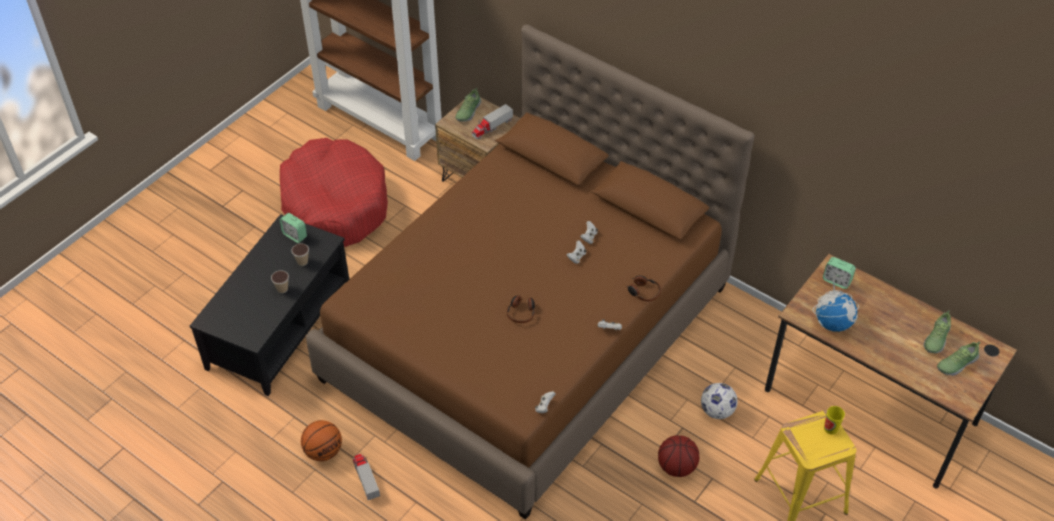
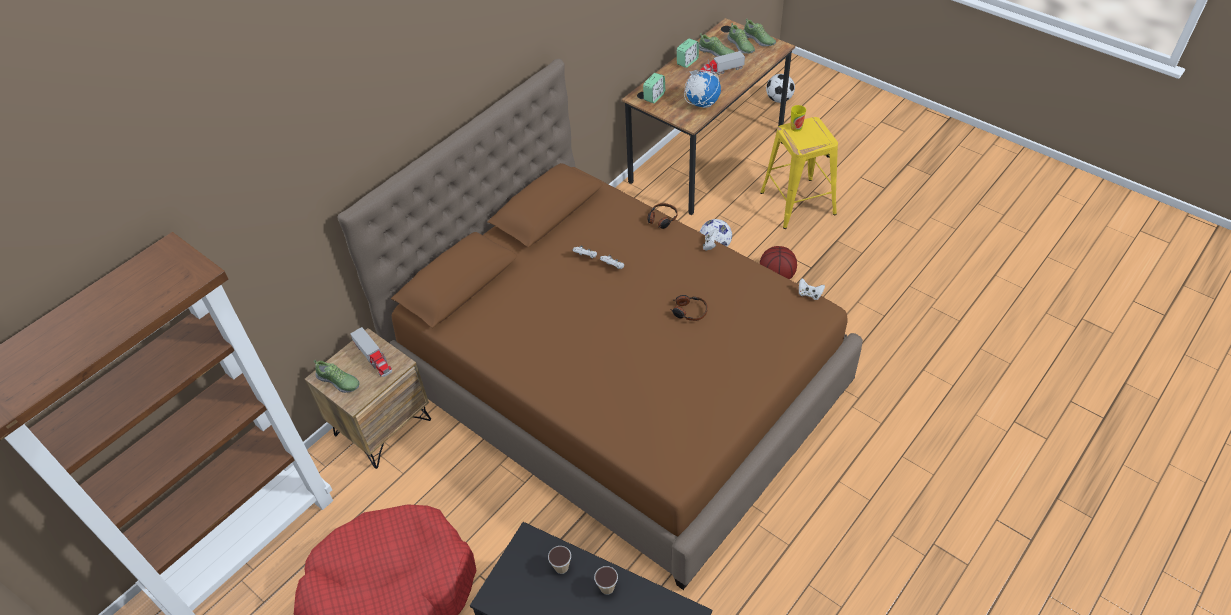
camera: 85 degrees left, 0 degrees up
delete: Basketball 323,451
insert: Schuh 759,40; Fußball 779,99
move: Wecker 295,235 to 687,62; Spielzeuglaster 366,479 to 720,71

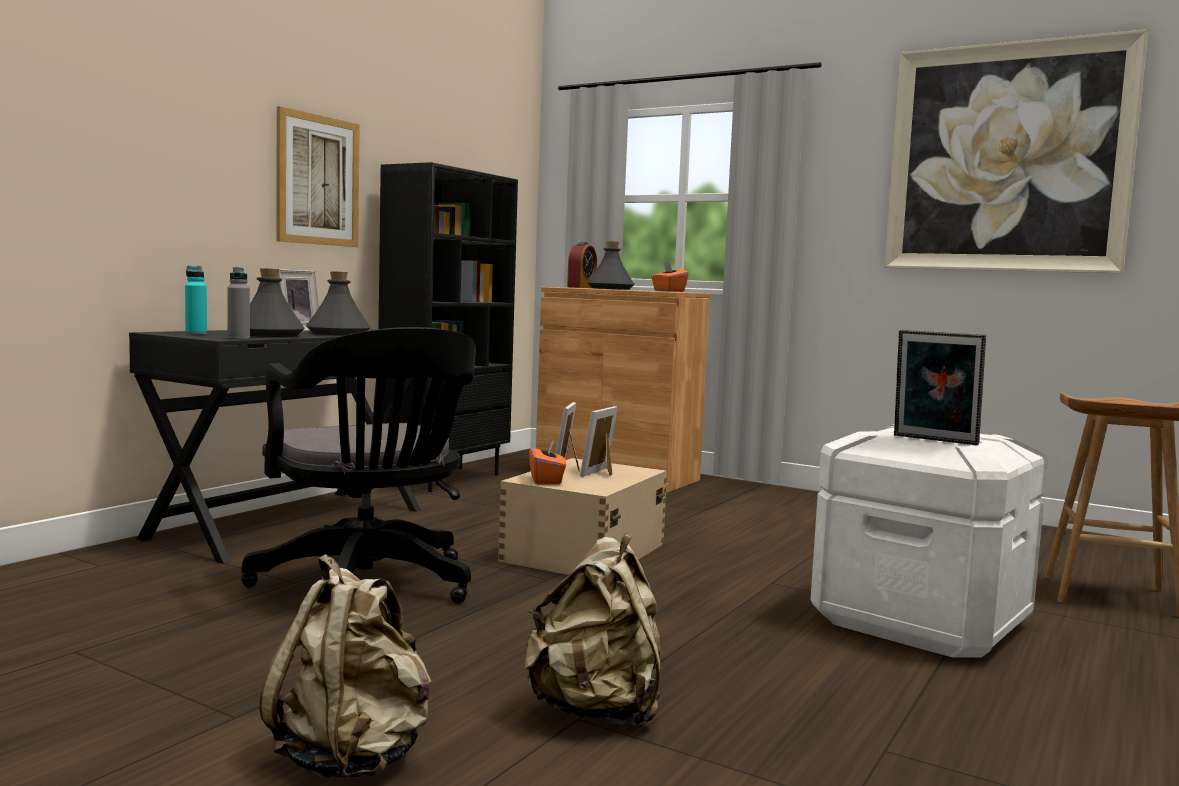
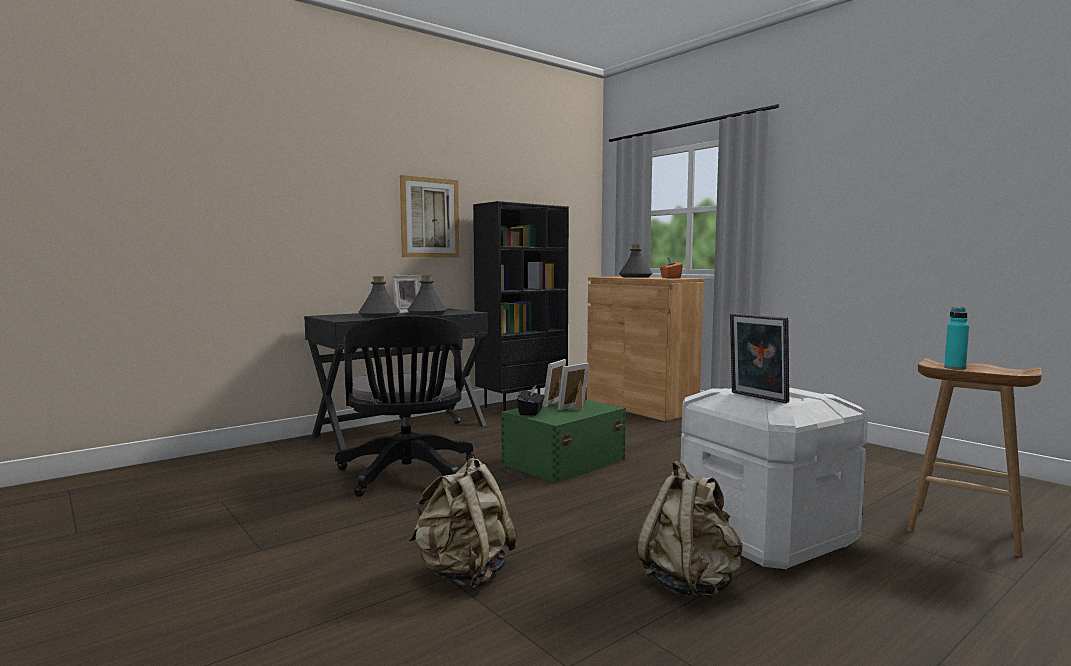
camera: 20 degrees right, 0 degrees up
delete: Flasche (grau) 238,338; Wecker 581,287; Bild 1007,158
move: Flasche (türkis) 196,333 to 955,368; Rucksack (beige) 353,757 to 690,584
recolor: Aufbewahrungsbox (beige) 582,552 to Aufbewahrungsbox (grün) 562,462; Taschentuchbox (orange) 546,480 to Taschentuchbox (schwarz) 531,412

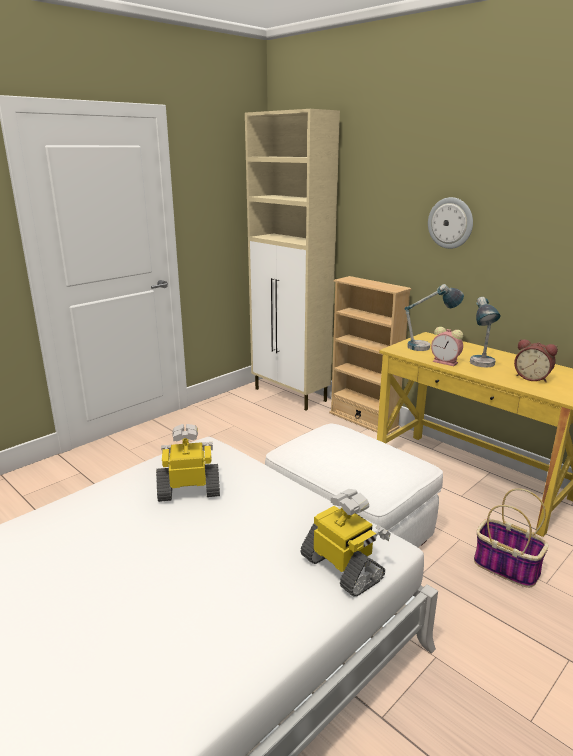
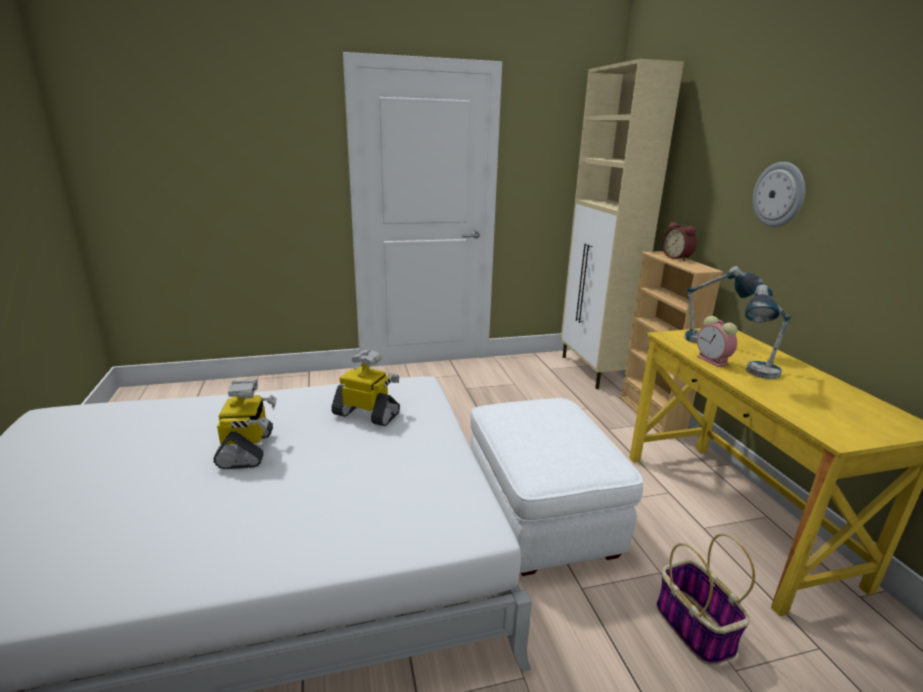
camera: 30 degrees right, 0 degrees up
move: Spielzeugroboter 343,568 to 248,449; Wecker 532,377 to 678,258

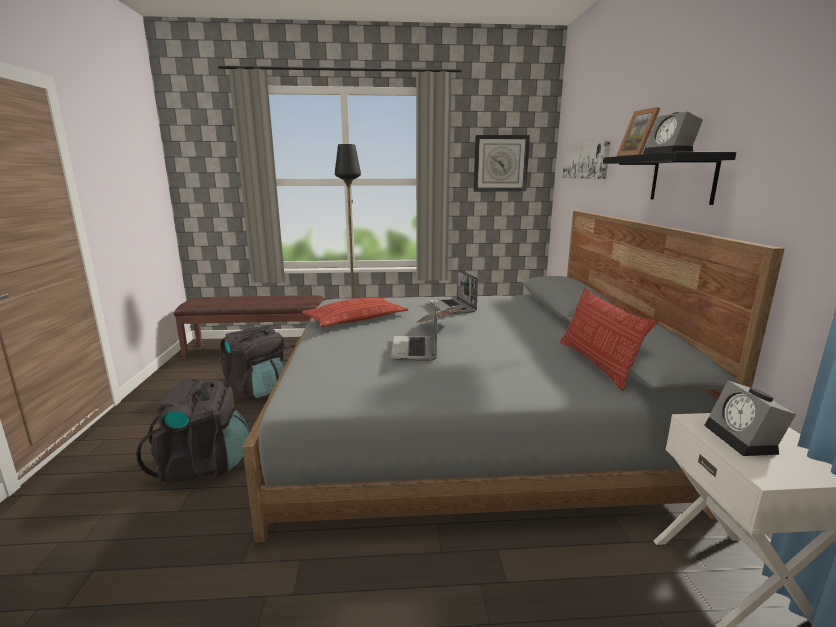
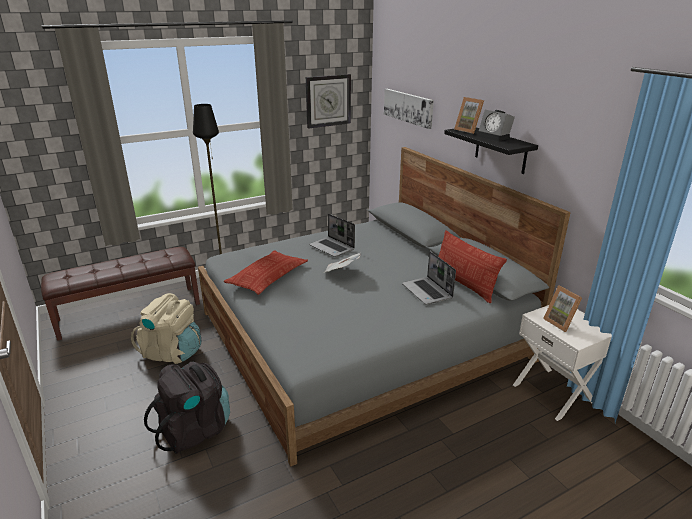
camera: 25 degrees left, 10 degrees up
move: Laptop 415,349 to 427,292
replace: Wecker 744,440 to Bilderrahmen 561,322
recolor: Rucksack (schwarz) 258,389 to Rucksack (beige) 172,352

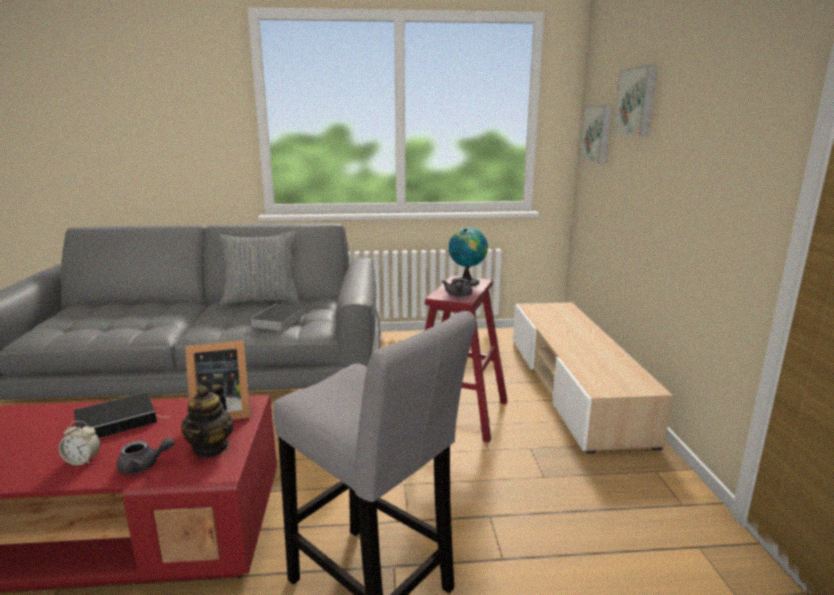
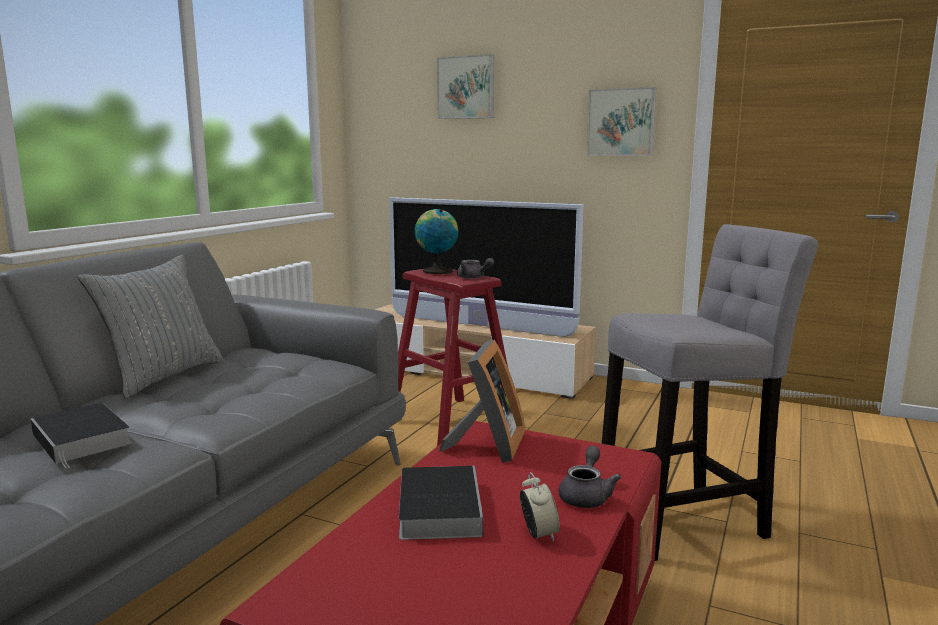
camera: 60 degrees left, 5 degrees down
delete: Teekanne 211,447
insert: Fernseher 479,326
move: Buch 278,321 to 83,439; Bild 597,134 to 621,122
rotate: Wecker 83,460 = 538,534 45 degrees counterclockwise

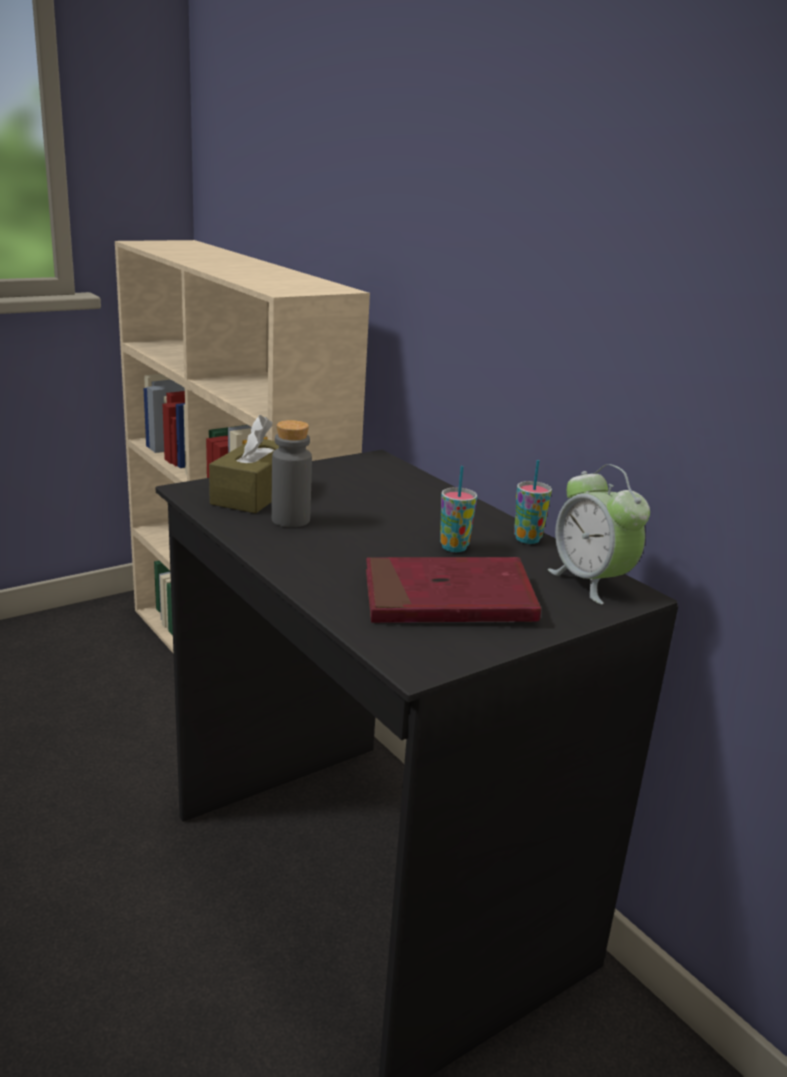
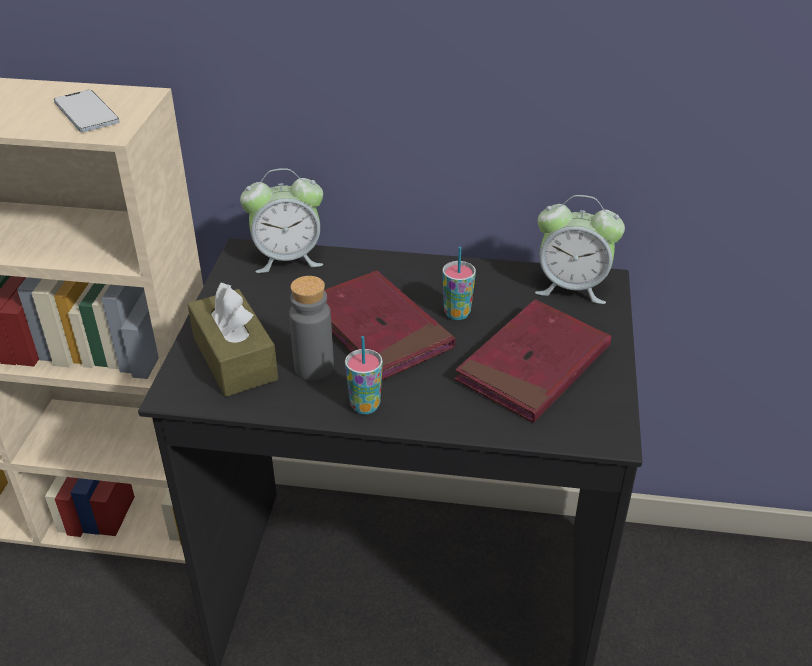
camera: 45 degrees left, 15 degrees up
insert: Handy 86,113; Wecker 287,258; Buch (rot) 378,329
move: Tasse 527,539 to 365,406

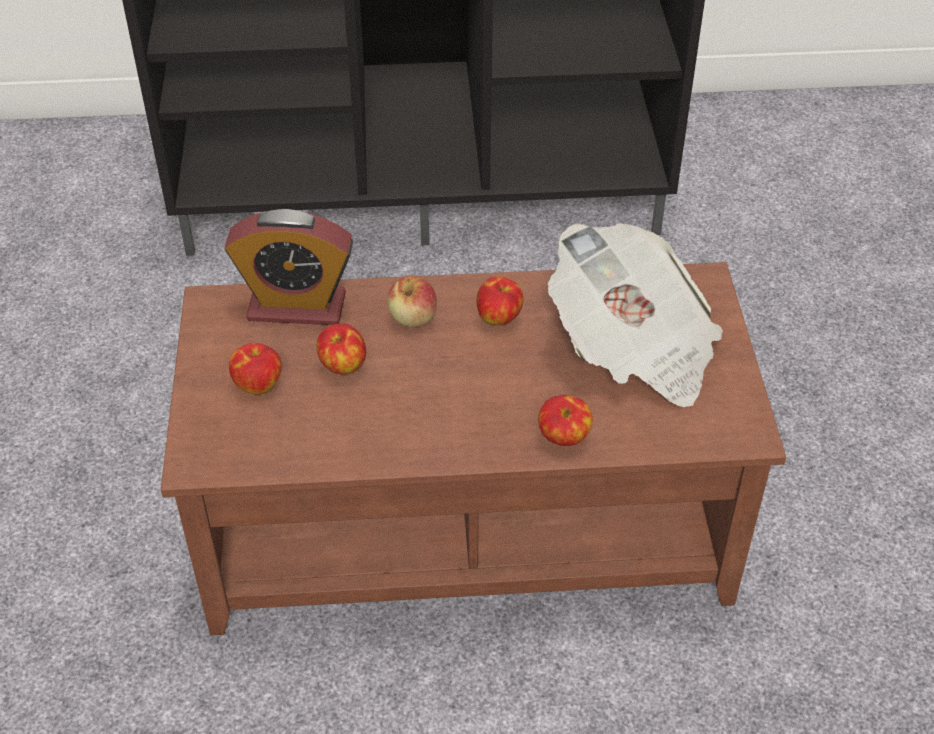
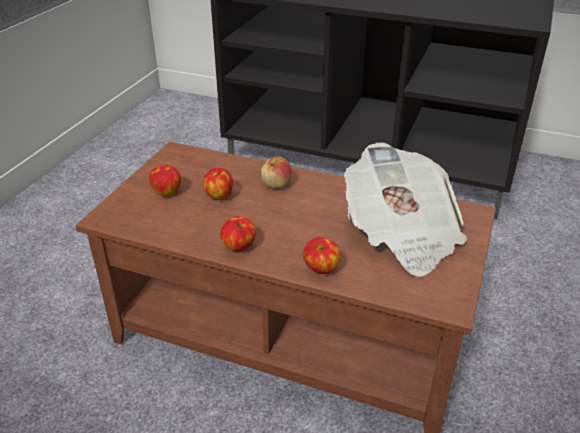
camera: 25 degrees right, 10 degrees down
delete: Wecker 296,307
move: Apfel 499,318 to 239,247

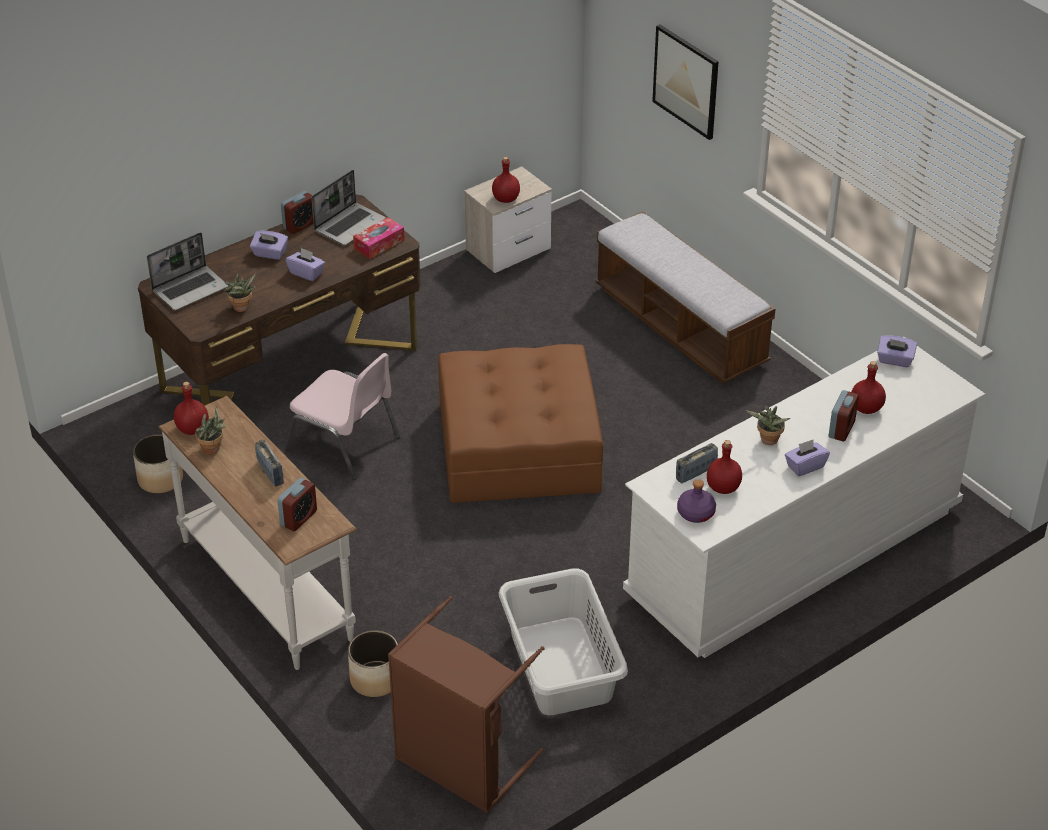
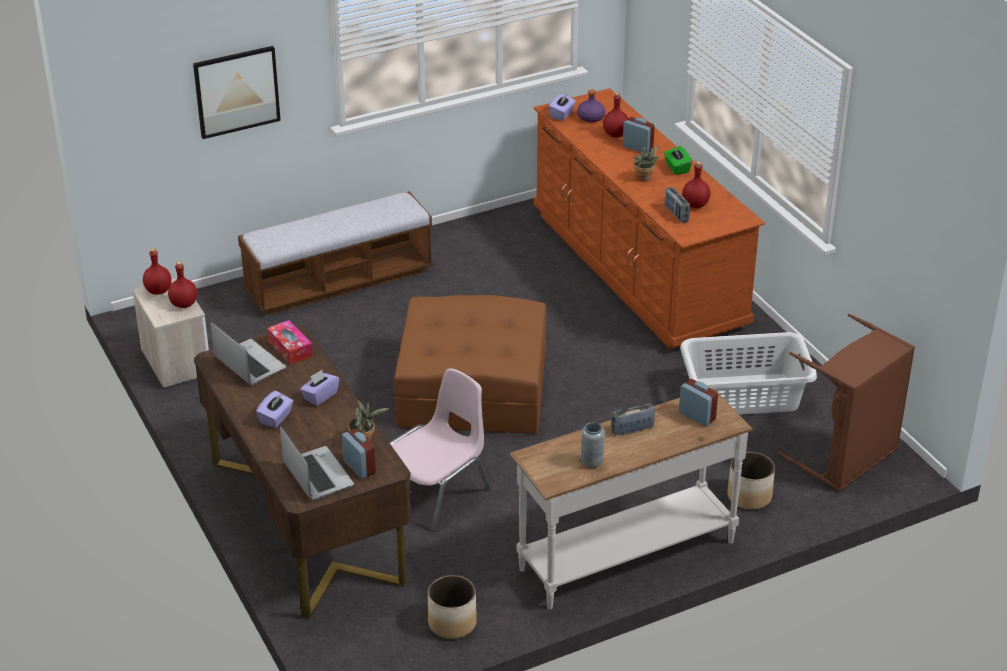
camera: 80 degrees left, 5 degrees down
move: Flasche (rot) 192,428 to 158,290; Wecker 299,225 to 359,467; Flasche (lila) 695,512 to 590,118
replace: Topfpflanze 213,449 to Vase (grau) 592,462
recolor: Kommode (weiß) 794,552 to Kommode (braun) 637,269; Taschentuchbox (lila) 805,466 to Taschentuchbox (grün) 677,168

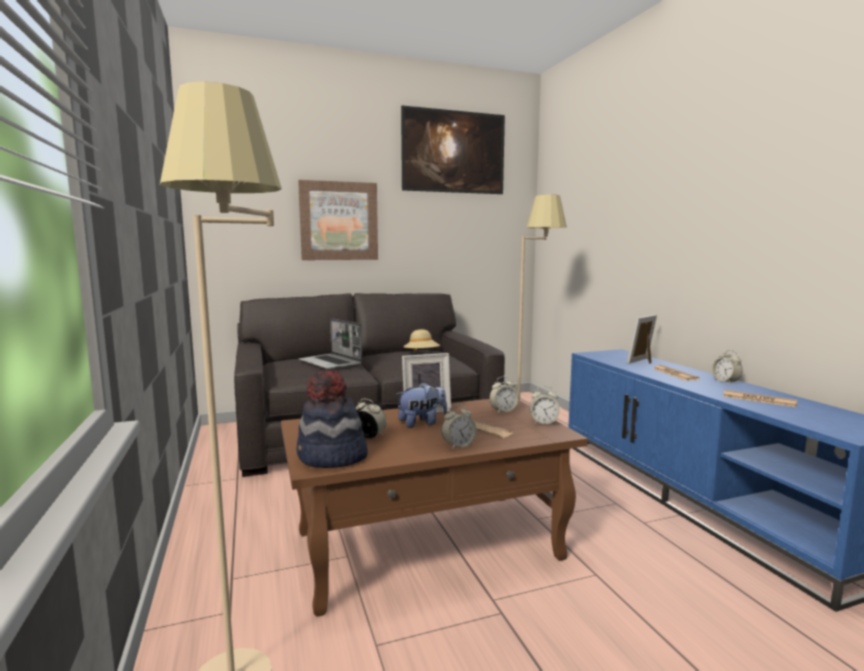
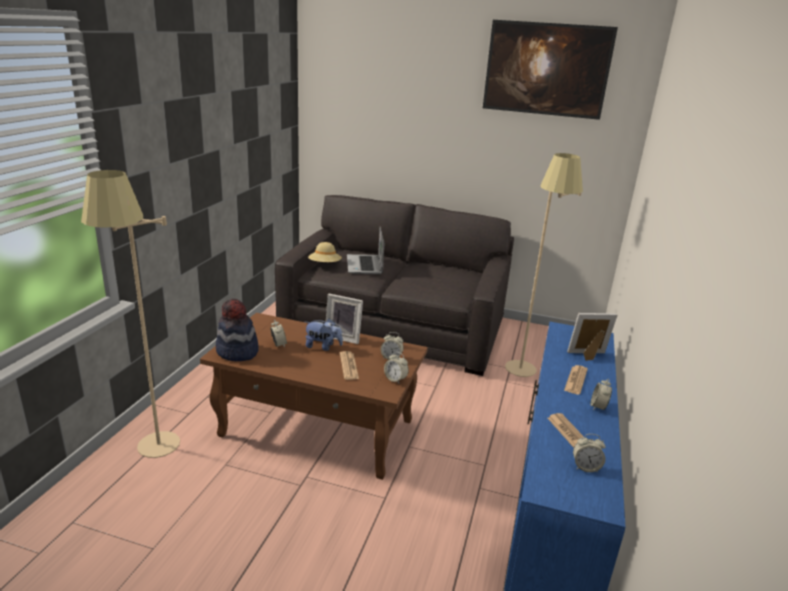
camera: 35 degrees right, 15 degrees up
delete: Bild 339,221
move: Hut (beige) 422,355 to 325,265; Wecker 458,446 to 585,467

